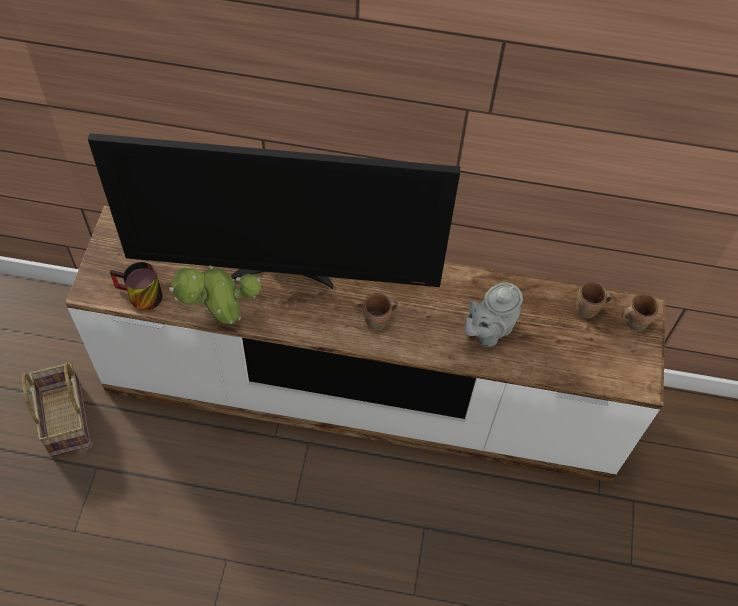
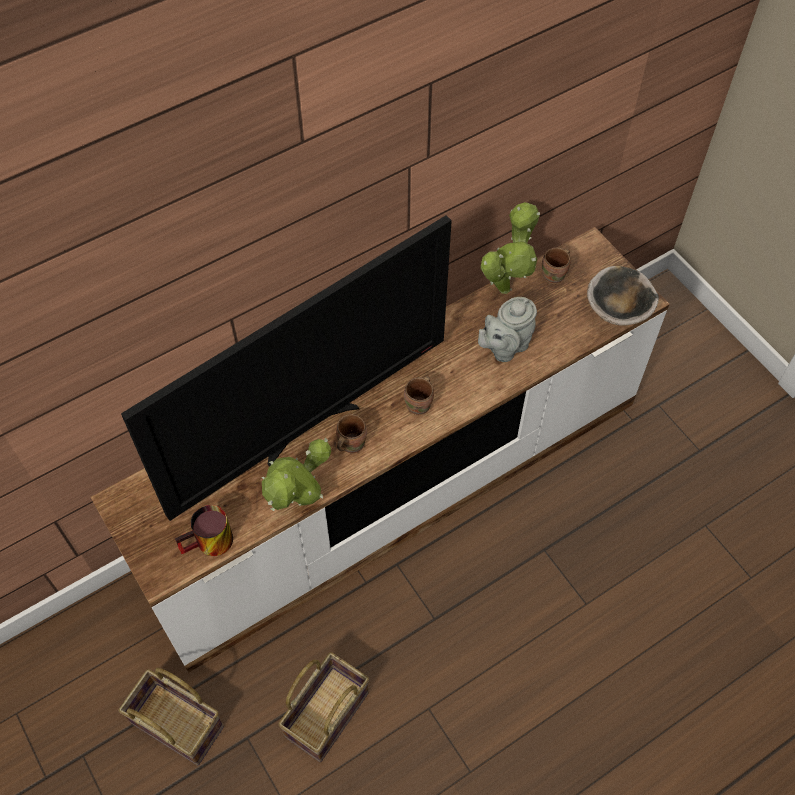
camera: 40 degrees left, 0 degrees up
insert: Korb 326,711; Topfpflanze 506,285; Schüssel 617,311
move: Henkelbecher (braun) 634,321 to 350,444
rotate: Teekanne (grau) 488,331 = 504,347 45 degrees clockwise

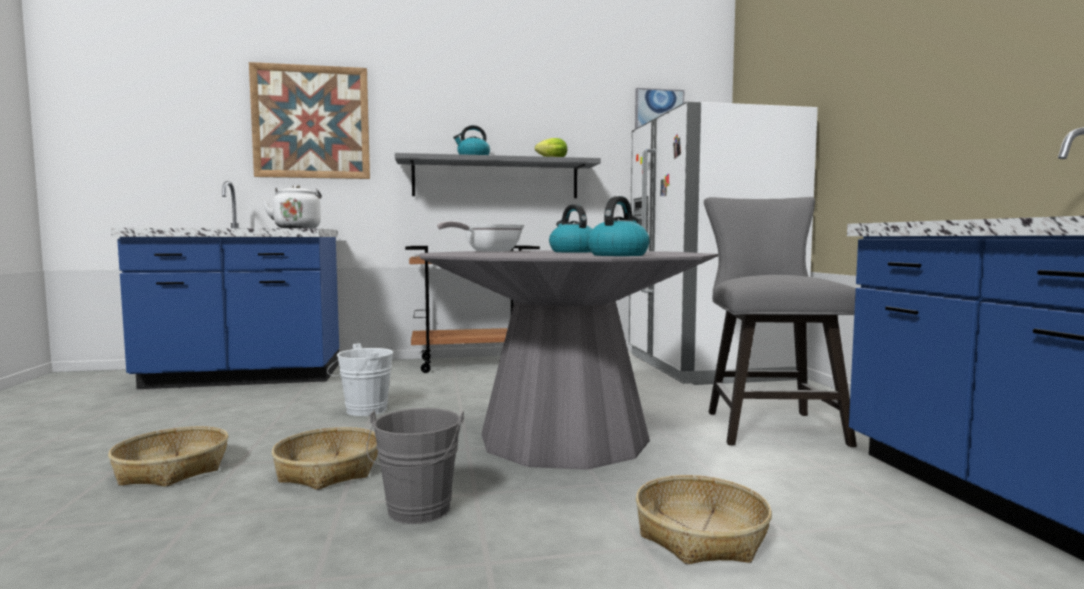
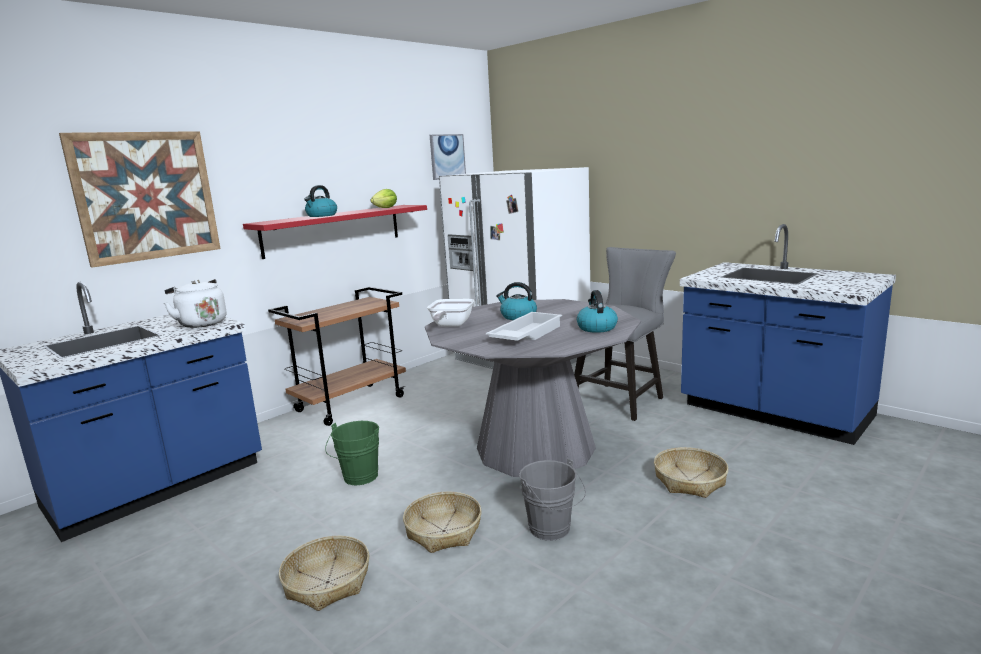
camera: 35 degrees left, 10 degrees up
insert: Tablett (weiß) 525,335
recolor: Eimer (weiß) 362,411 to Eimer (grün) 358,478; Wandregal (grau) 496,179 to Wandregal (rot) 333,230
rotate: Stuhl (grau) 769,425 = 621,399 75 degrees clockwise

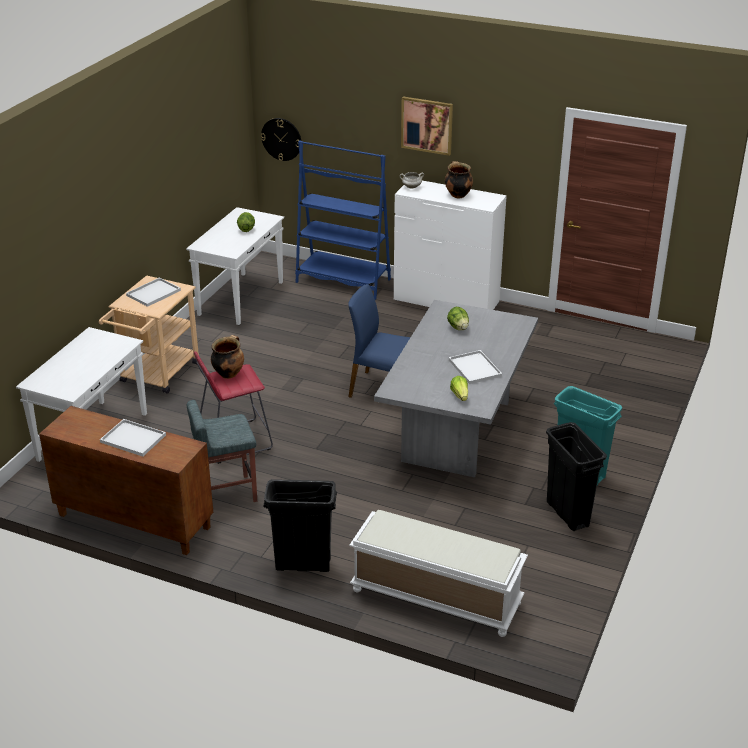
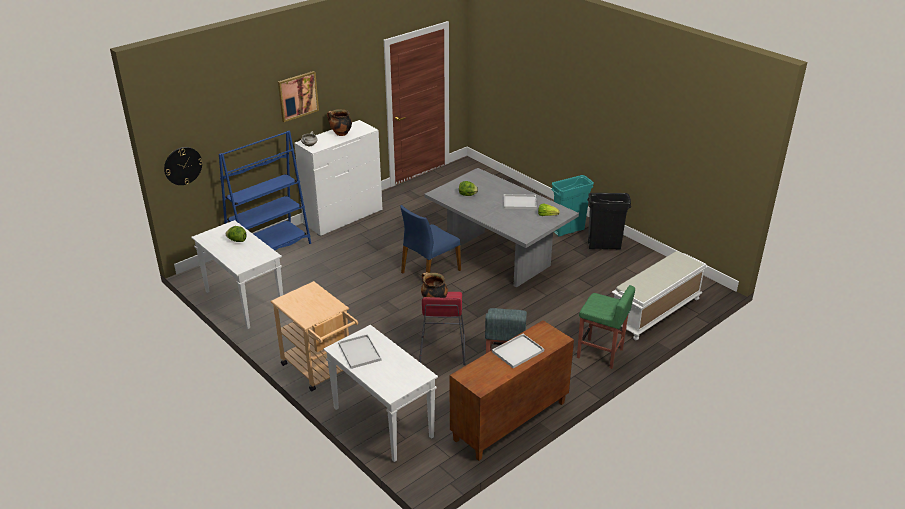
camera: 65 degrees left, 0 degrees up
move: Tablett (weiß) 153,293 to 360,352
replace: Mülleimer (schwarz) 302,564 to Hocker (grün) 600,354

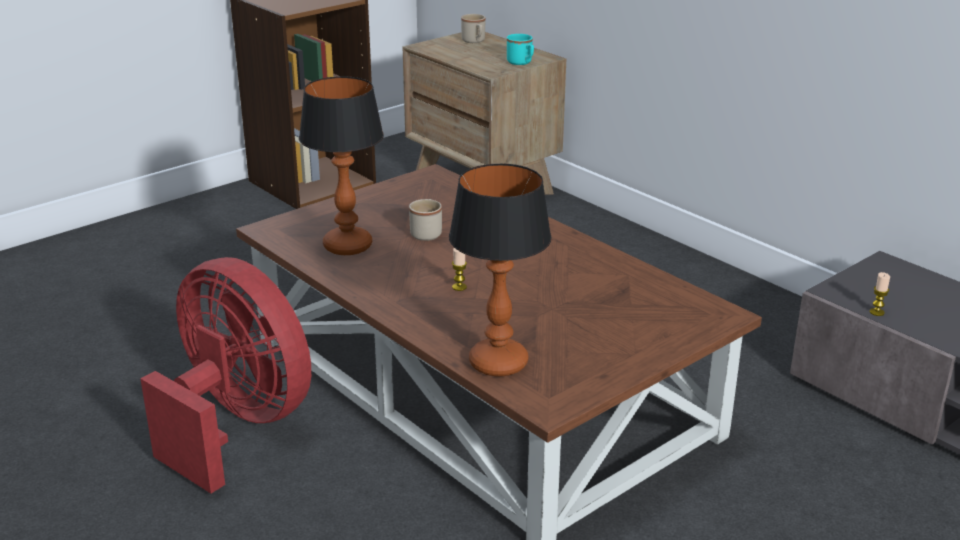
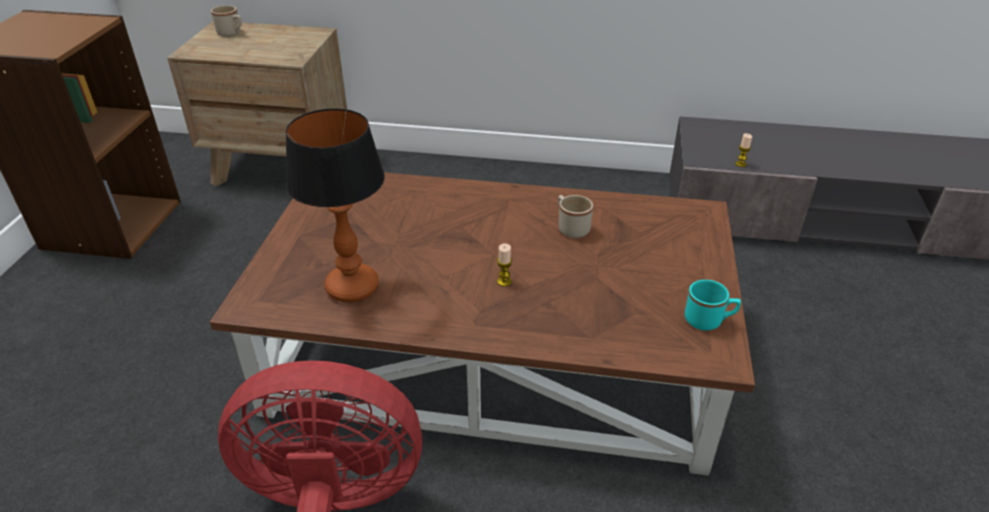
camera: 40 degrees left, 10 degrees up
delete: Tischlampe 499,363
move: Henkelbecher (beige) 427,232 to 571,228; Henkelbecher (türkis) 521,63 to 708,321

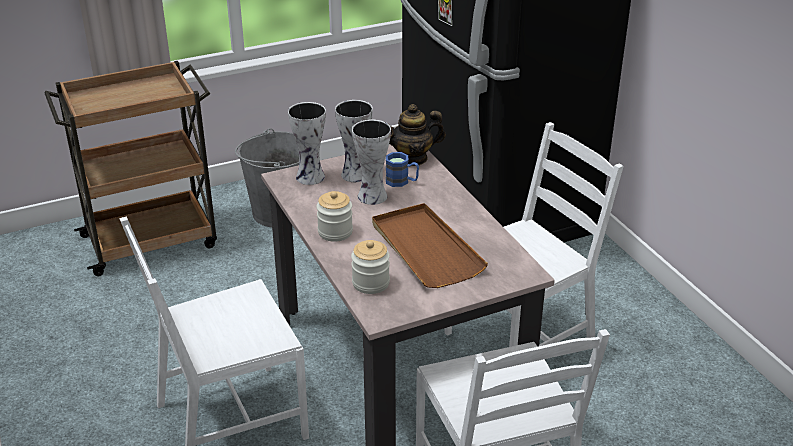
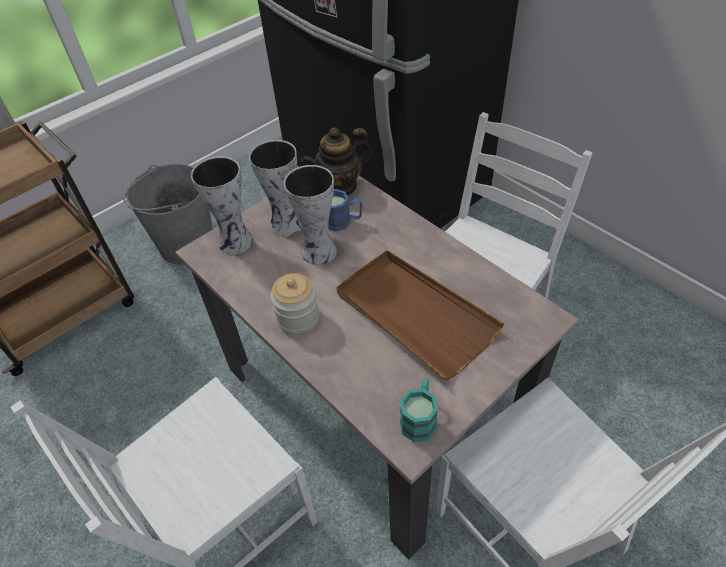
camera: 15 degrees left, 15 degrees up
delete: Vorratsglas 370,283
insert: Henkelbecher (türkis) 419,418

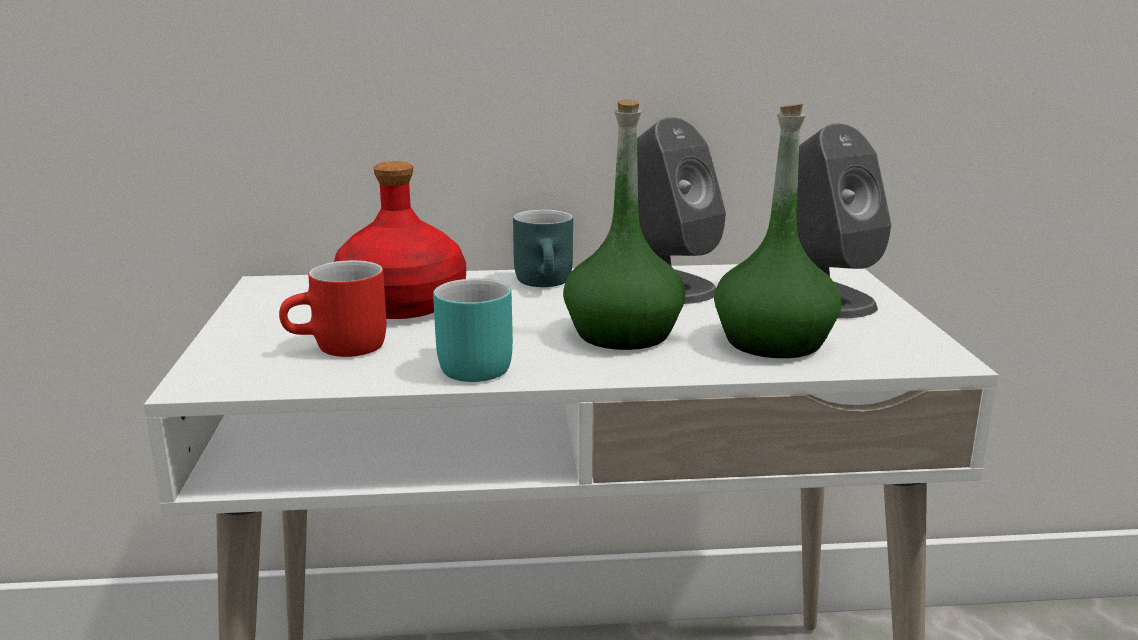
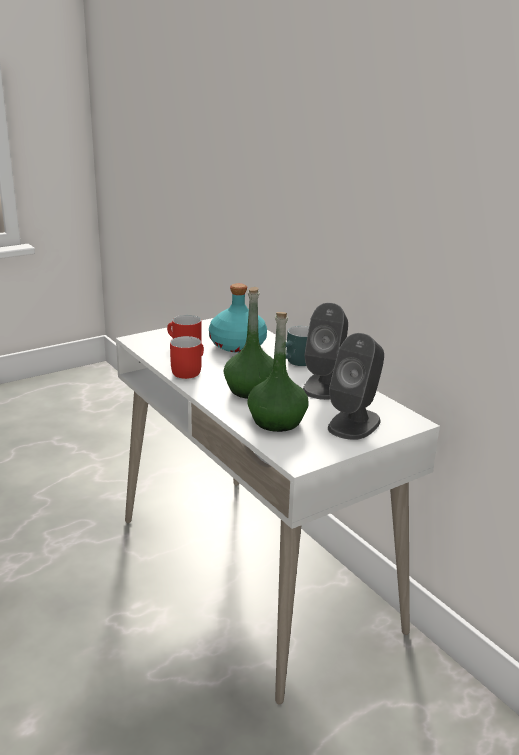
camera: 60 degrees right, 5 degrees up
recolor: Flasche (rot) 401,305 to Flasche (türkis) 237,345; Henkelbecher (türkis) 465,366 to Henkelbecher (rot) 187,371

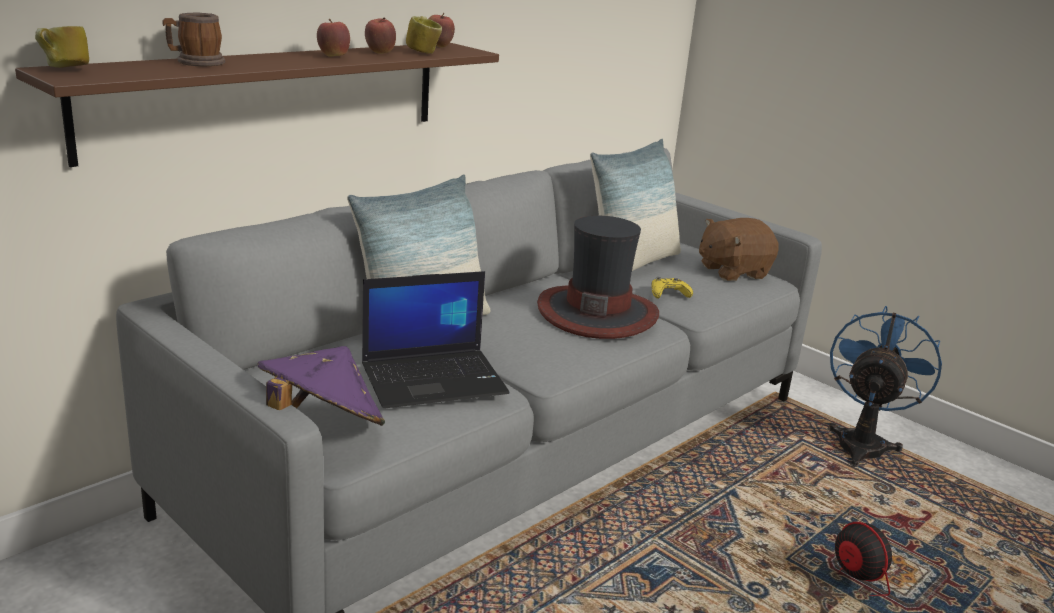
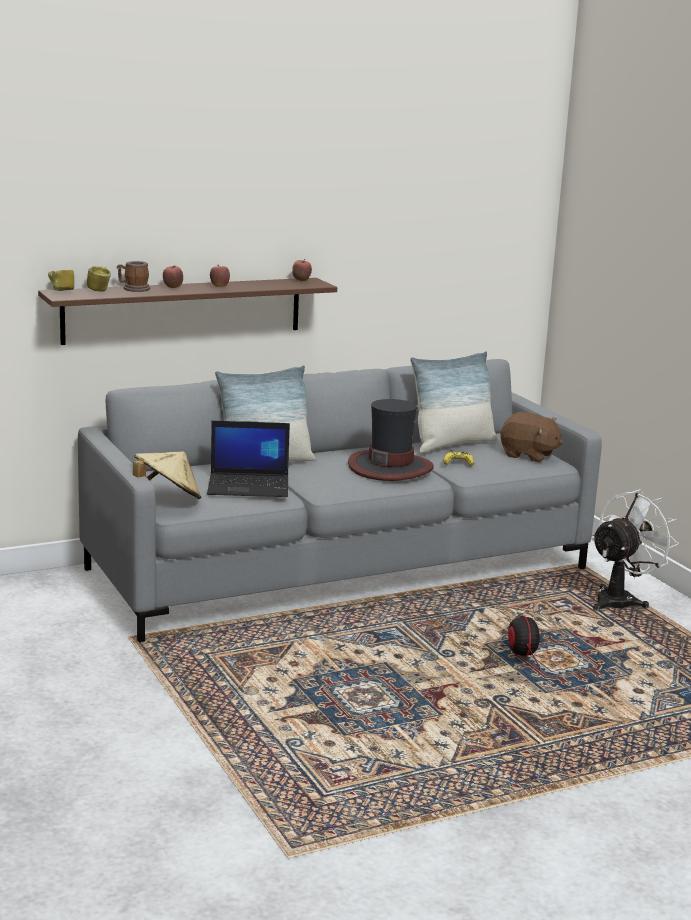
camera: 20 degrees right, 5 degrees down
move: Apfel 380,53 to 173,287; Henkelbecher 423,52 to 100,290
recolor: Hut (lila) 321,431 to Hut (beige) 167,500; Ventilator (blau) 863,443 to Ventilator (weiß) 621,600
rotate: Plüschtier (braun) 732,271 = 528,455 150 degrees counterclockwise

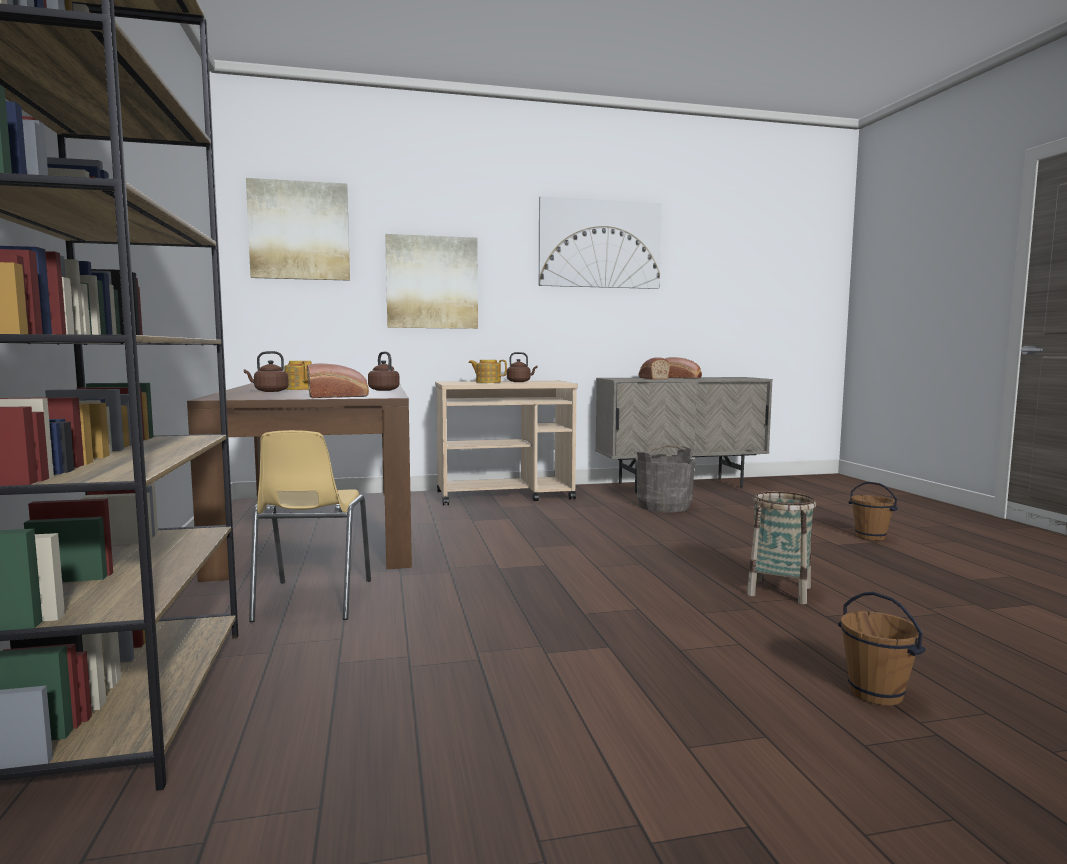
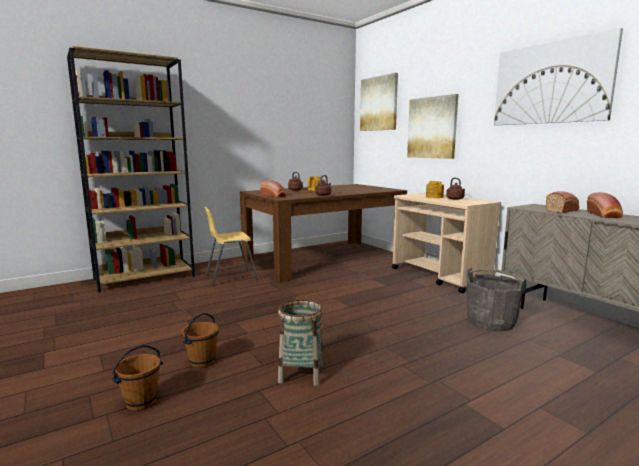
camera: 70 degrees right, 5 degrees up
move: Eimer (braun) 870,537 to 202,361

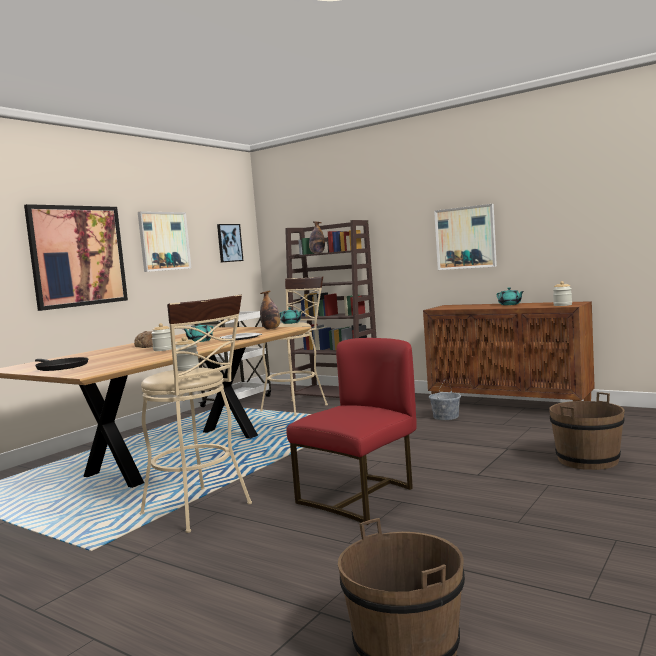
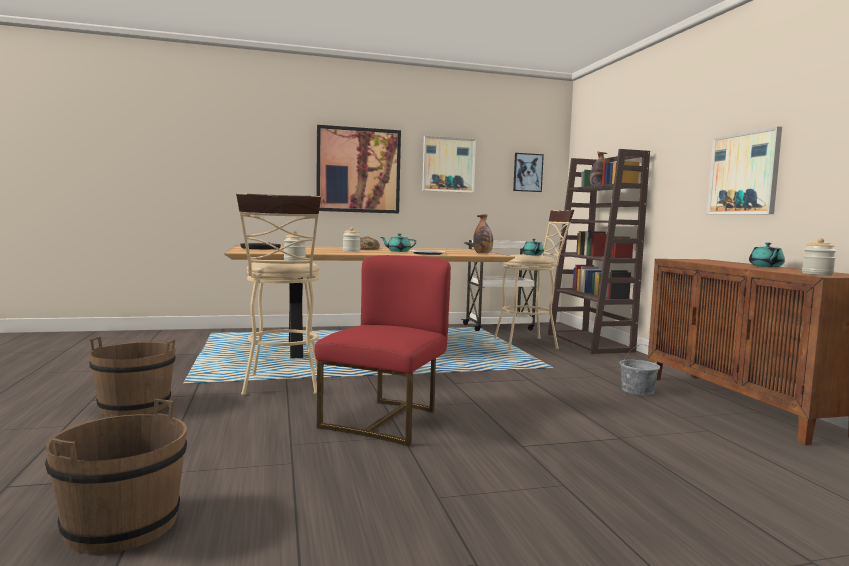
camera: 40 degrees right, 0 degrees up
move: Eimer (braun) 587,460 to 135,406
rotate: Stuhl (rot) 361,497 = 386,420 60 degrees counterclockwise

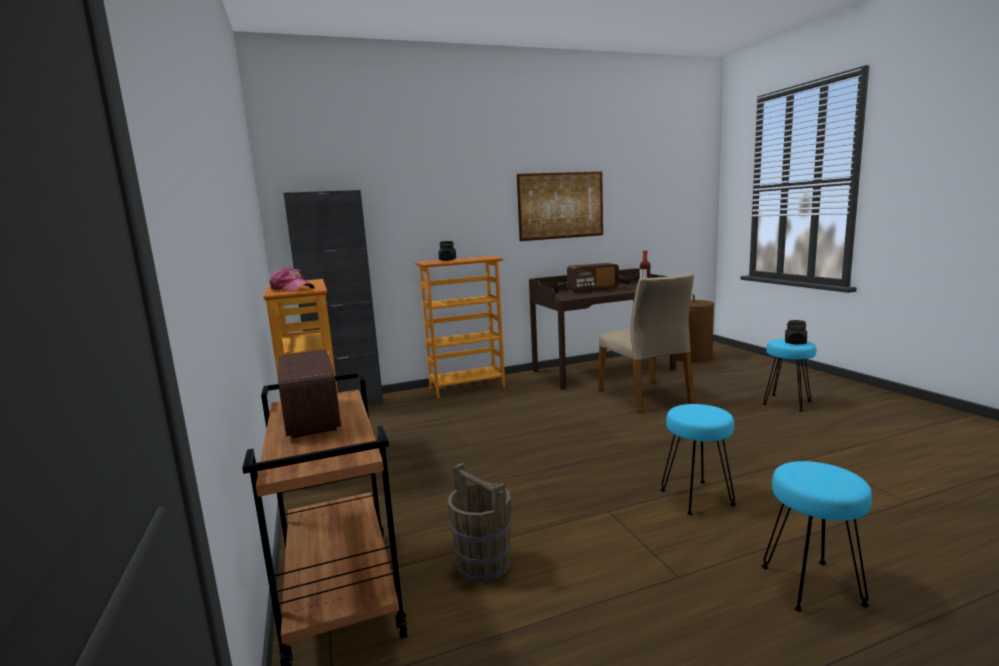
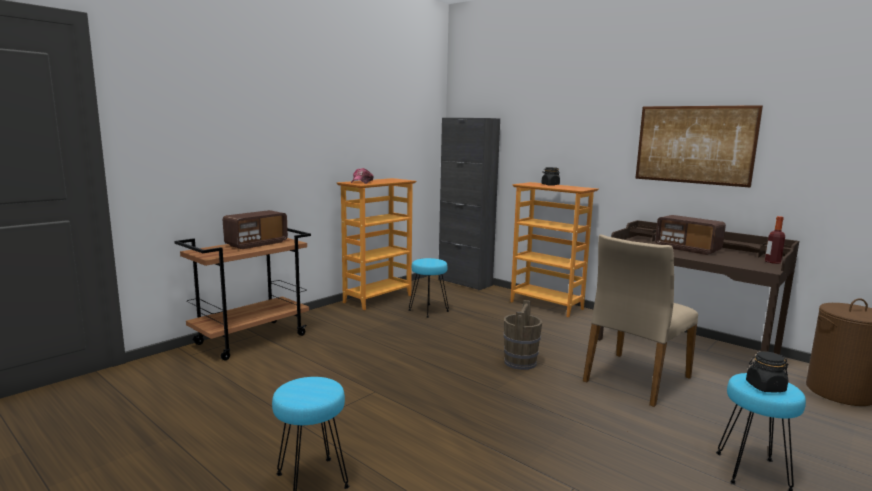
camera: 60 degrees right, 0 degrees up
move: Eimer (braun) 484,564 to 520,362; Hocker (türkis) 697,497 to 428,311

